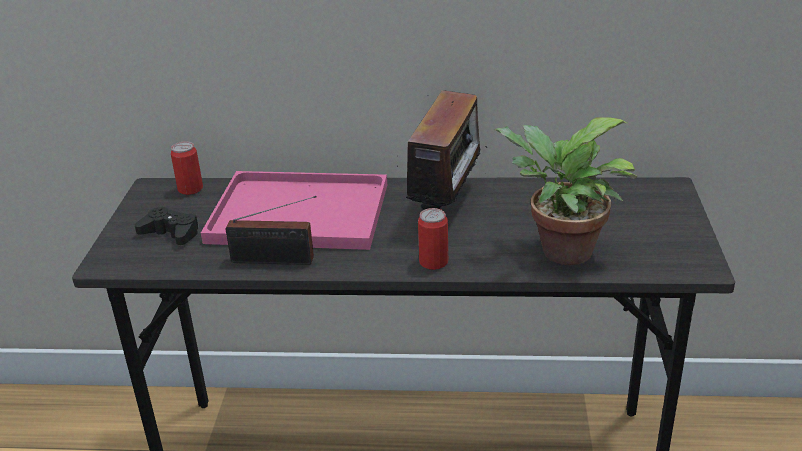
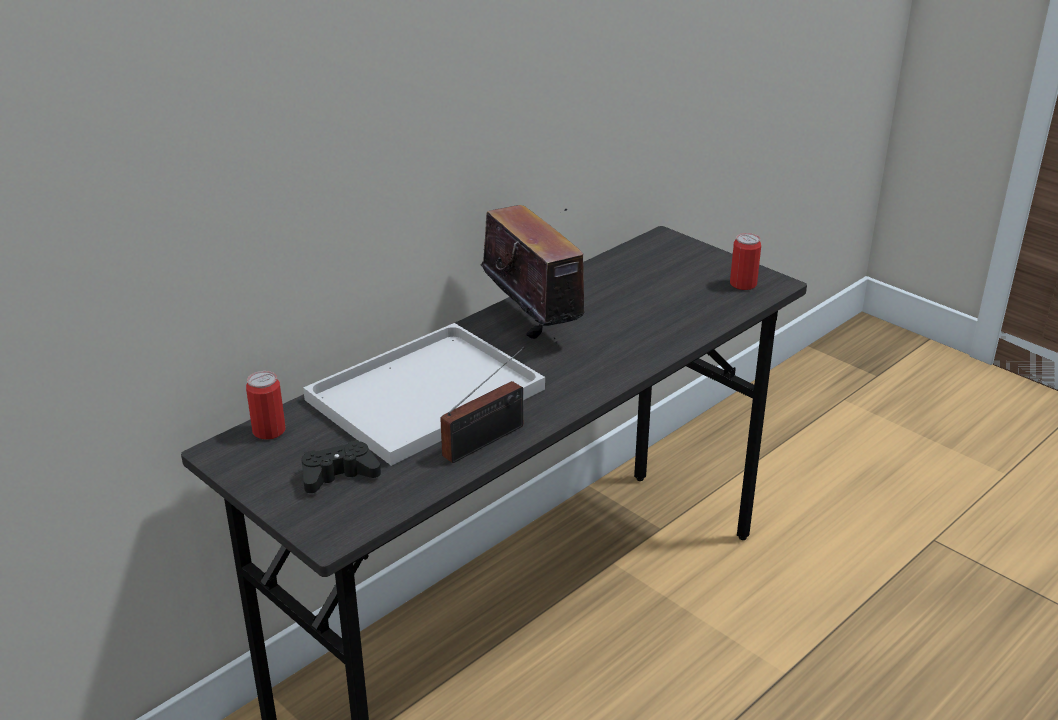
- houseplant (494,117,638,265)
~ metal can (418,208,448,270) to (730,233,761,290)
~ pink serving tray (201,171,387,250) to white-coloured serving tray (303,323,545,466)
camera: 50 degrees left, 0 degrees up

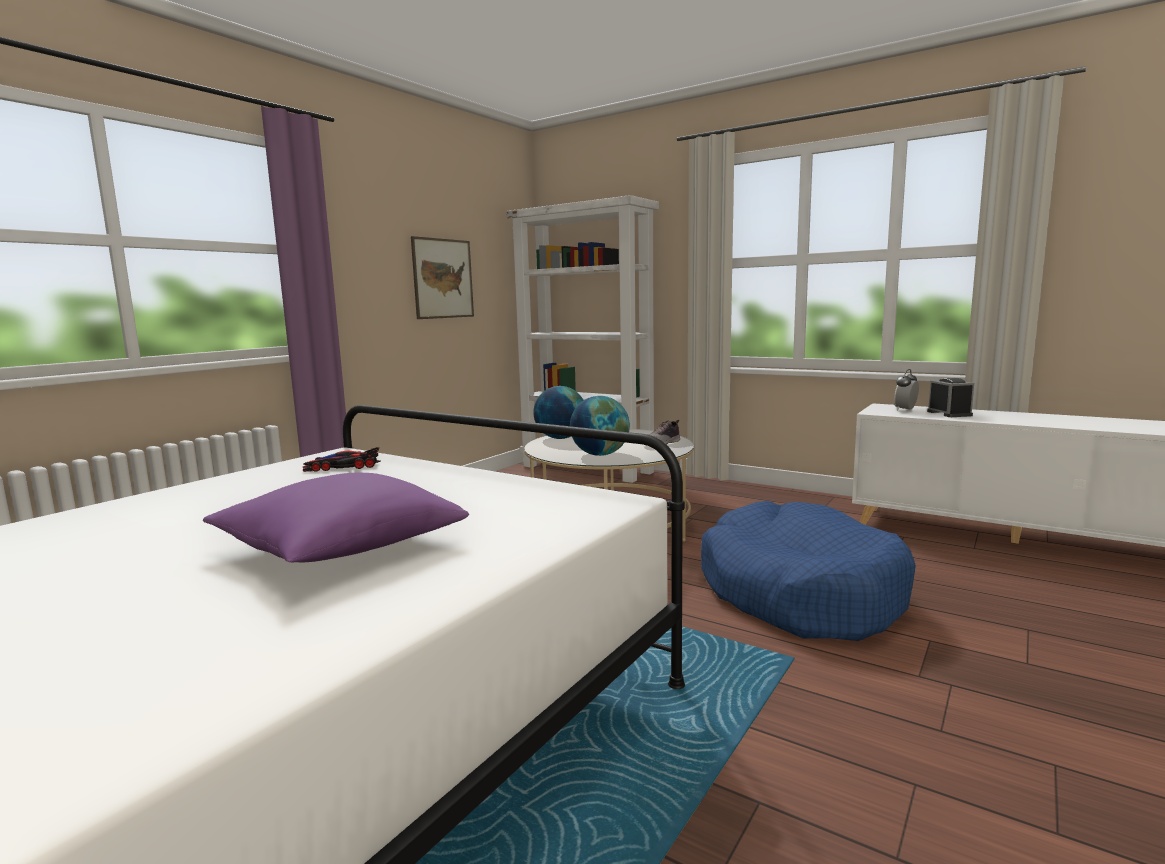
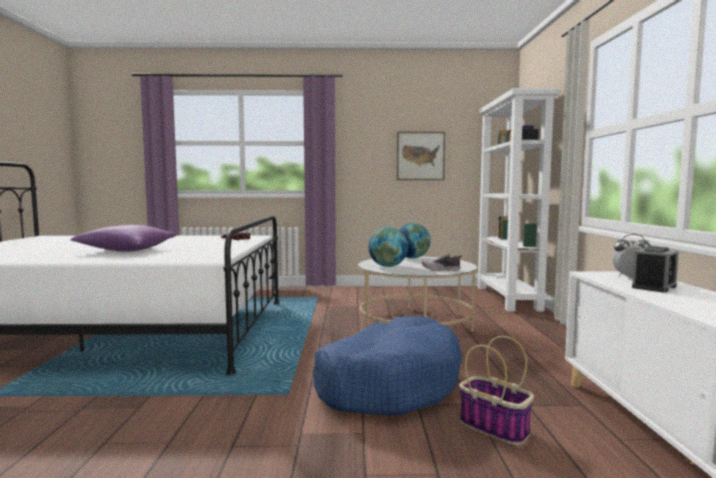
+ household basket (459,336,534,445)
camera: 55 degrees right, 5 degrees down

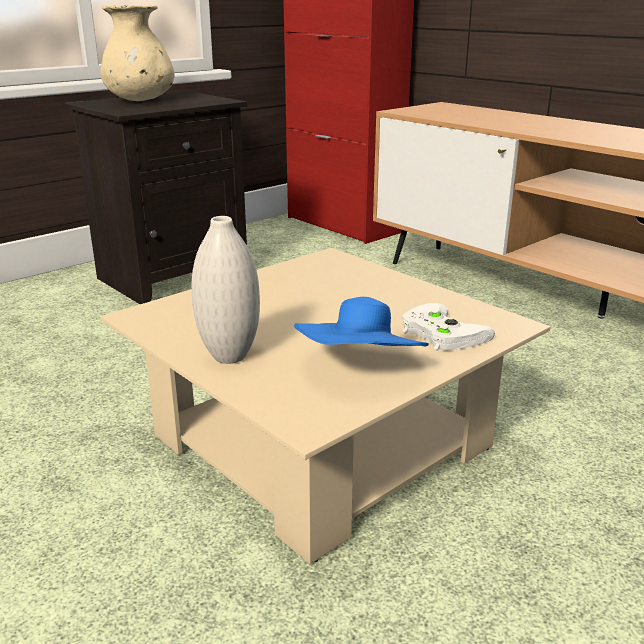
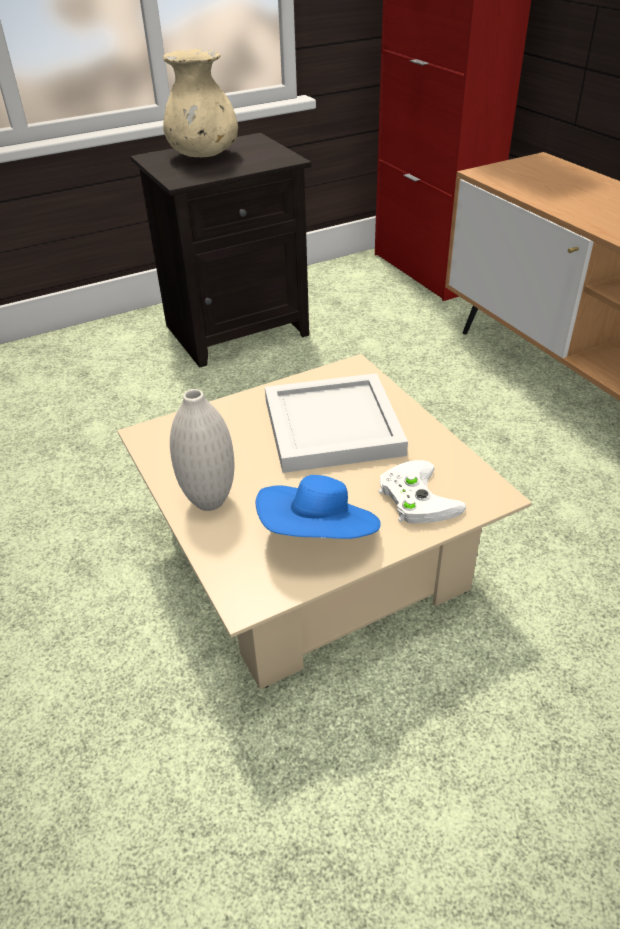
+ white-coloured serving tray (265,373,408,473)
camera: 15 degrees right, 15 degrees up

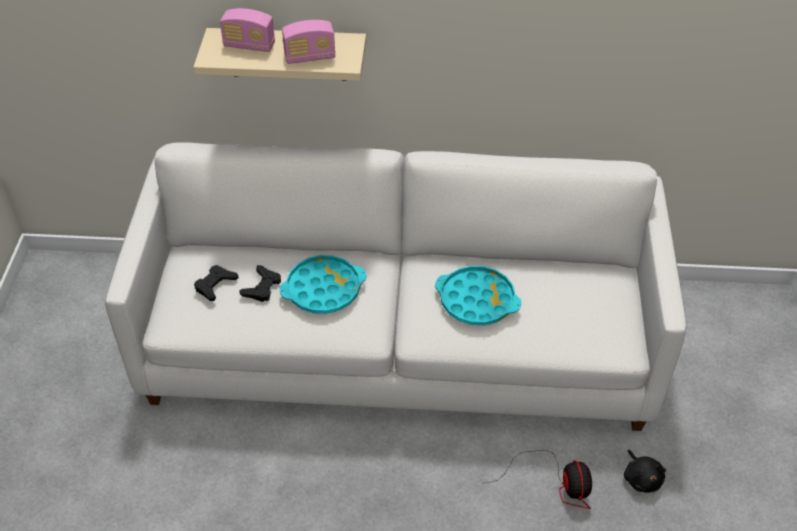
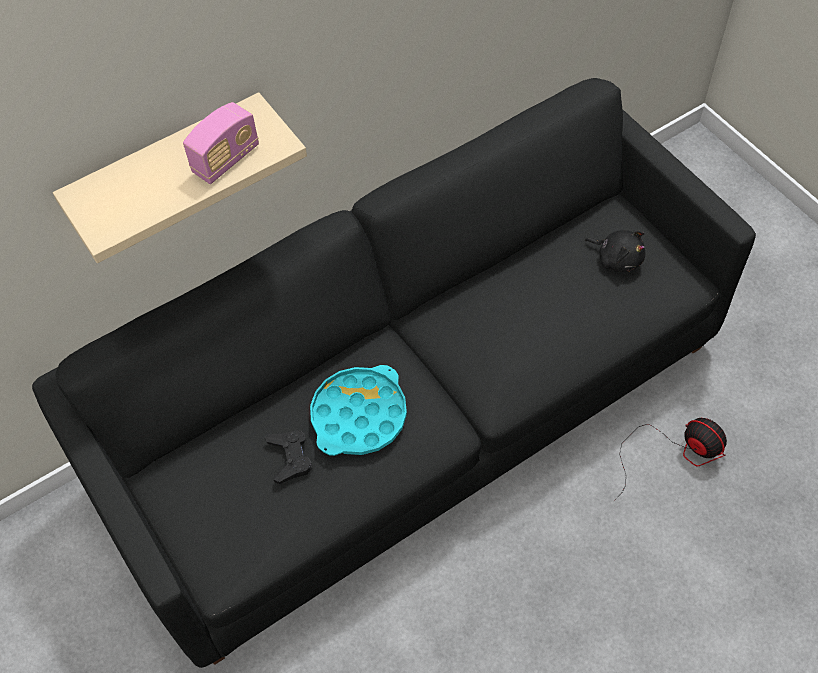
- blackish joypad (194,265,238,301)
- radio (220,8,275,52)
- turquoise serving tray (435,266,521,325)
~ blackish plush toy (624,450,666,493) to (585,230,645,272)
~ white-coloured couch (105,142,687,431) to blackish couch (32,78,756,668)
camera: 35 degrees left, 10 degrees up

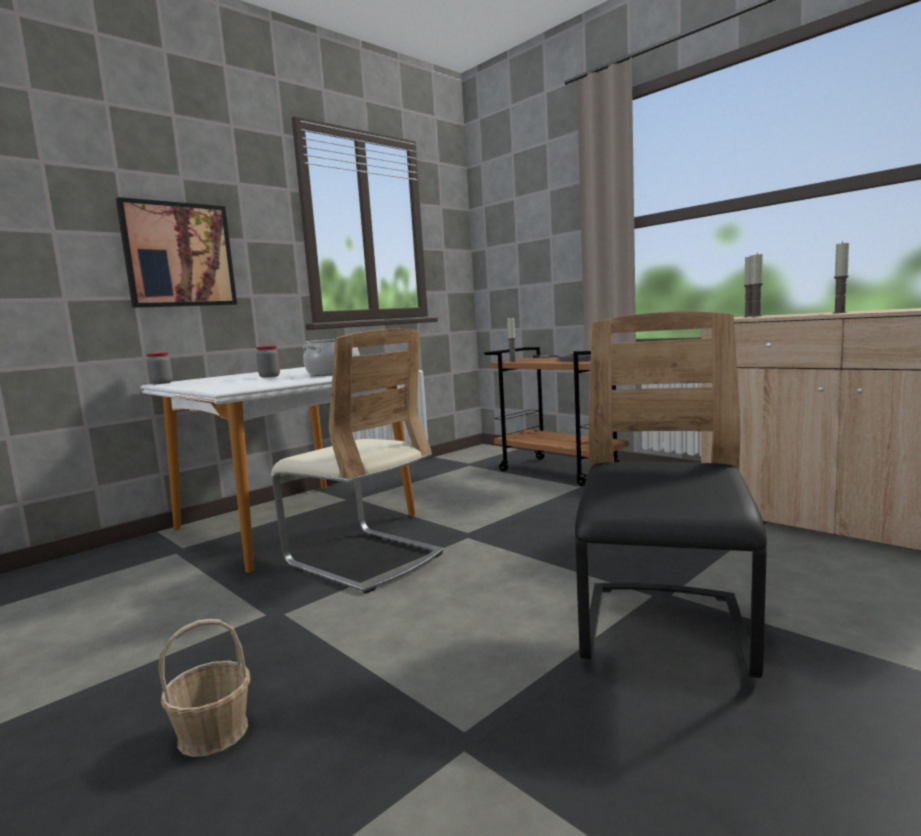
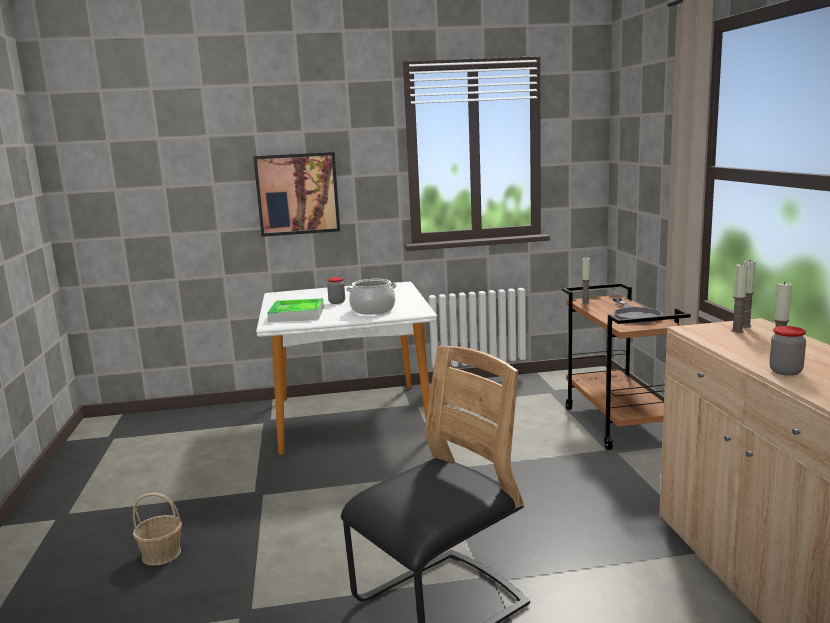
- beige-coloured chair (271,329,444,594)
+ serving tray (267,298,324,322)
~ jar (147,352,173,384) to (769,326,806,376)
camera: 35 degrees right, 5 degrees up

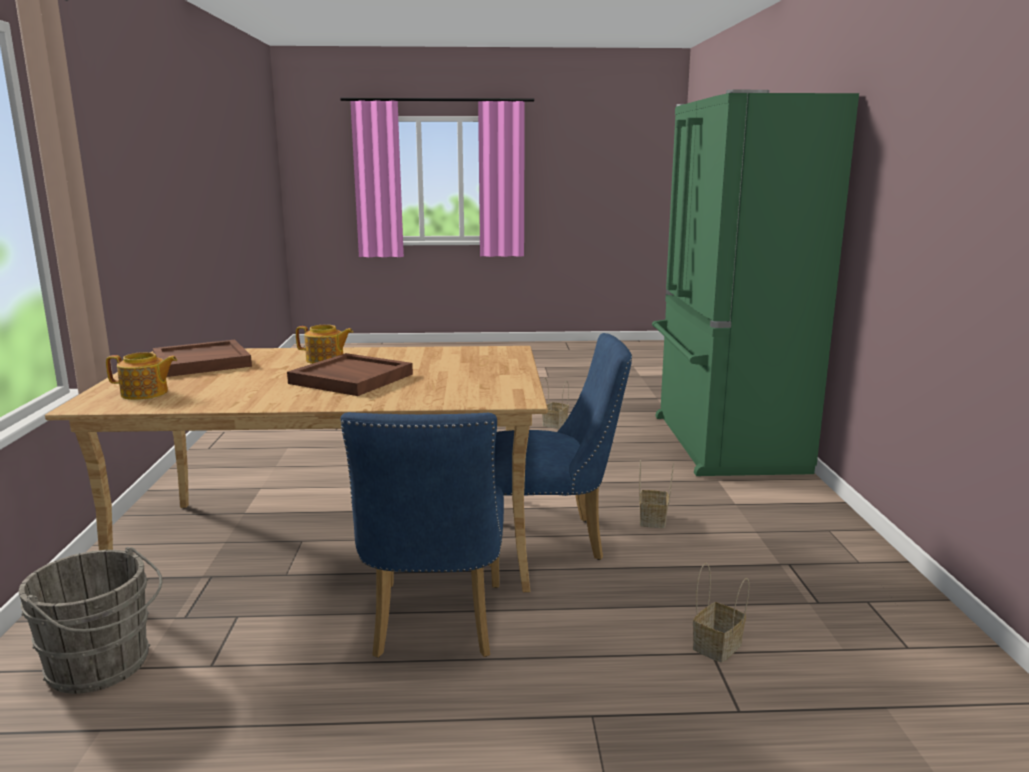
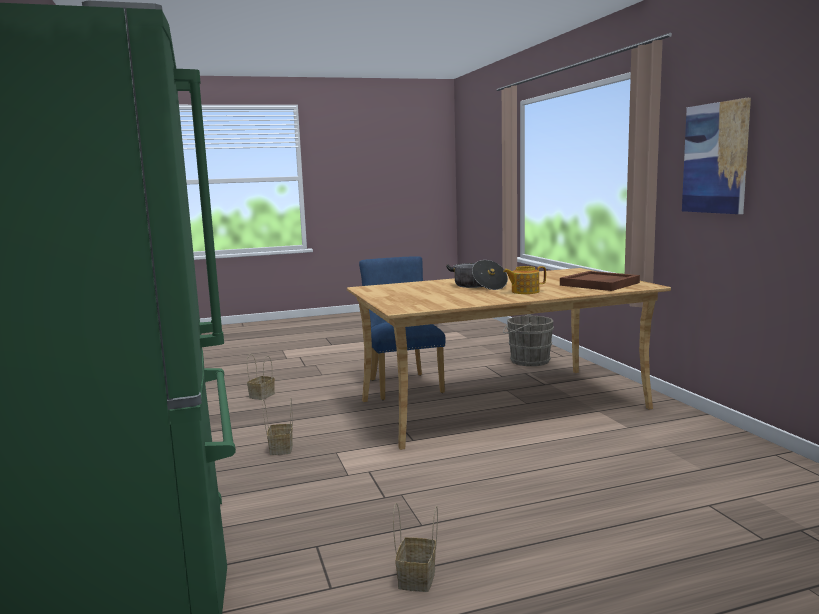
- pot for tea (106,352,177,400)
- blue chair (489,333,632,567)
+ wall art (682,98,751,214)
~ brown serving tray (287,353,413,396) to cooking pot (446,260,508,290)
camera: 165 degrees right, 5 degrees down

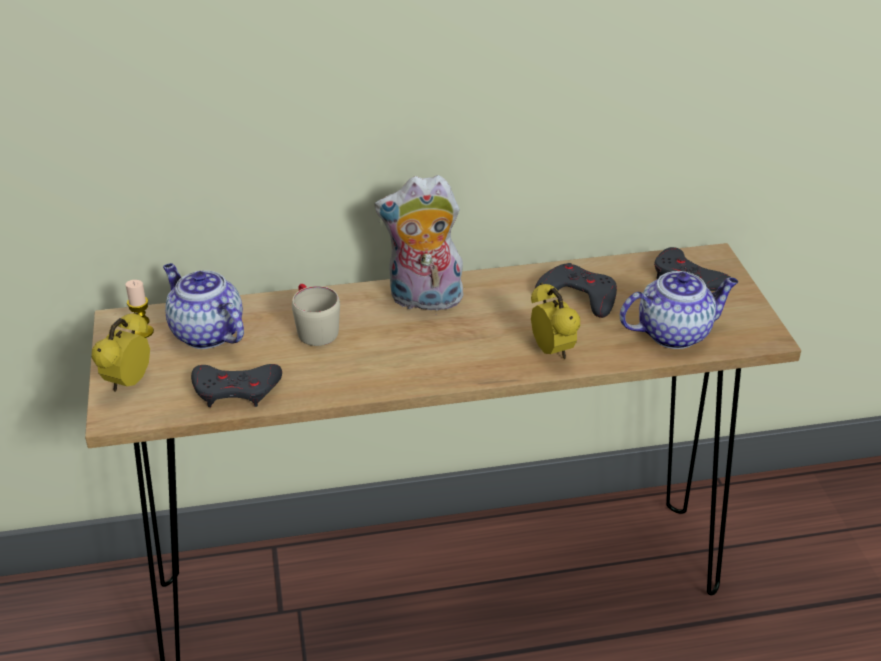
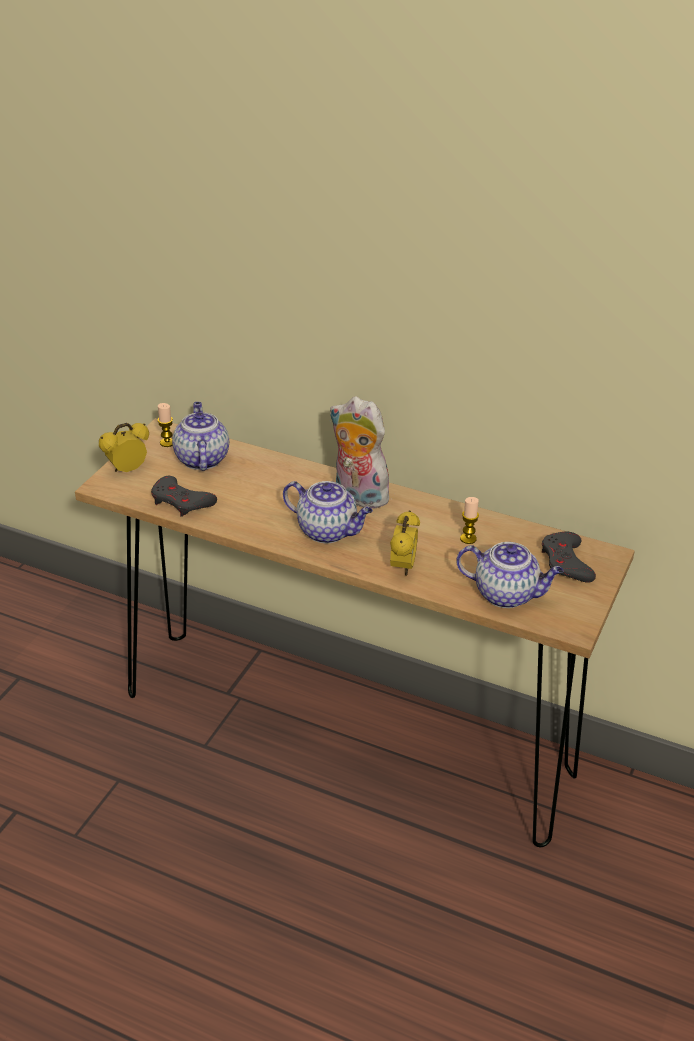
- beige-coloured tea mug (292,284,340,346)
+ pot for tea (283,481,373,543)
~ greyish joypad (535,263,617,318) to candle (460,497,479,544)
camera: 35 degrees right, 0 degrees up

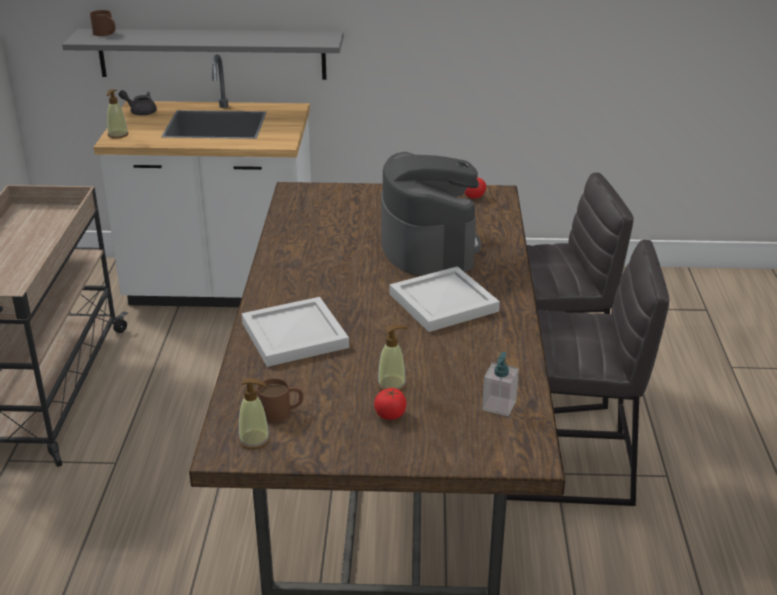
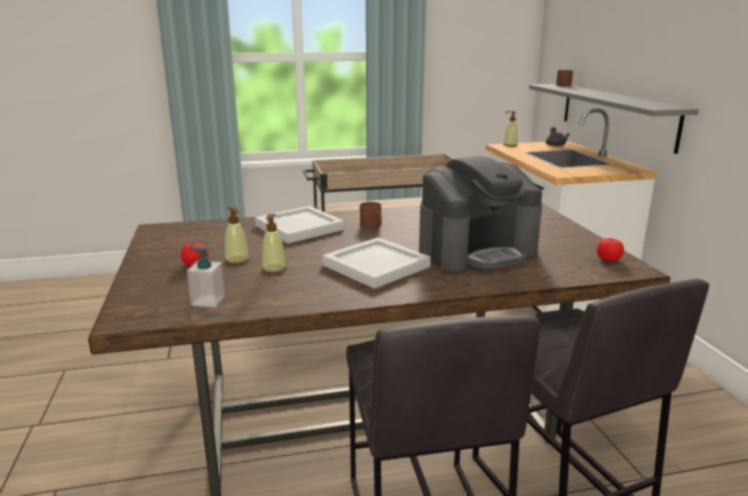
~ soap bottle (238,378,270,449) to (262,214,287,274)
~ brown tea mug (257,378,303,423) to (360,202,382,229)
camera: 75 degrees right, 10 degrees down

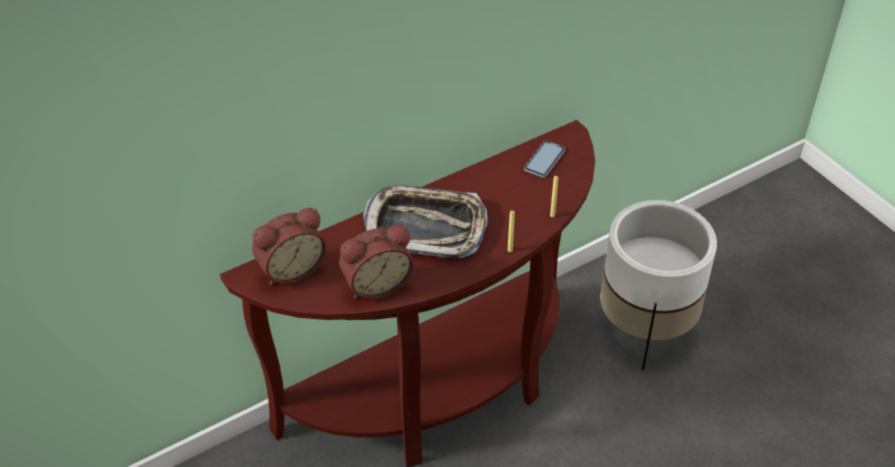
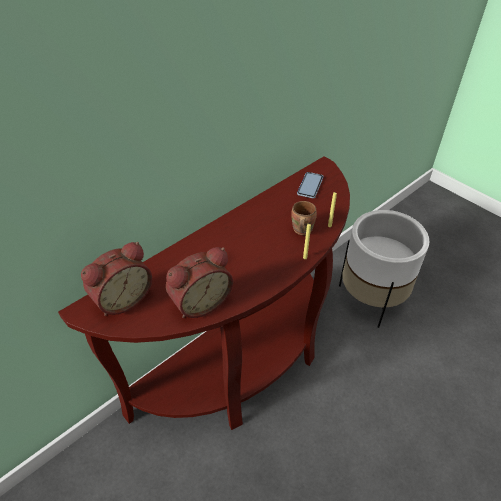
- serving tray (363,185,488,258)
+ brown tea mug (291,201,317,235)
camera: 10 degrees left, 0 degrees up

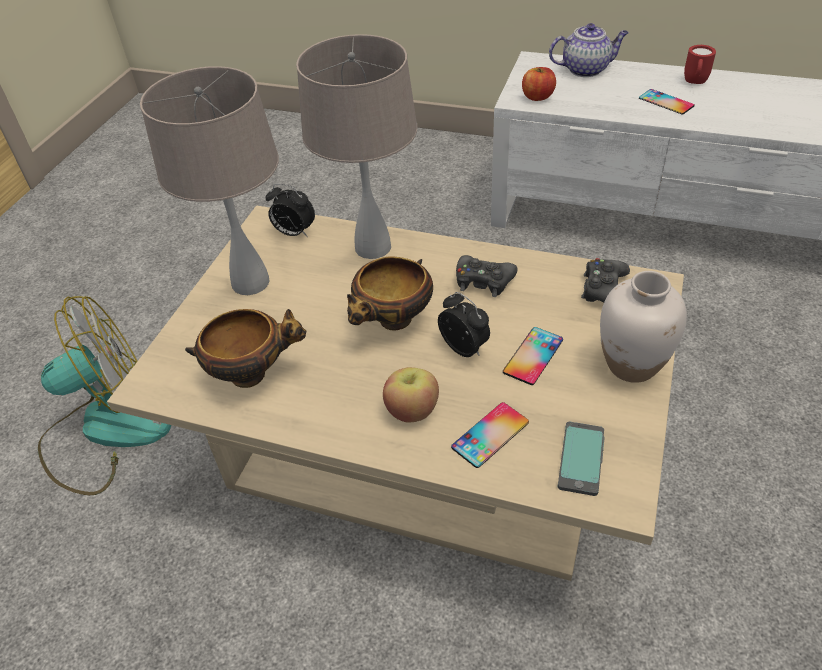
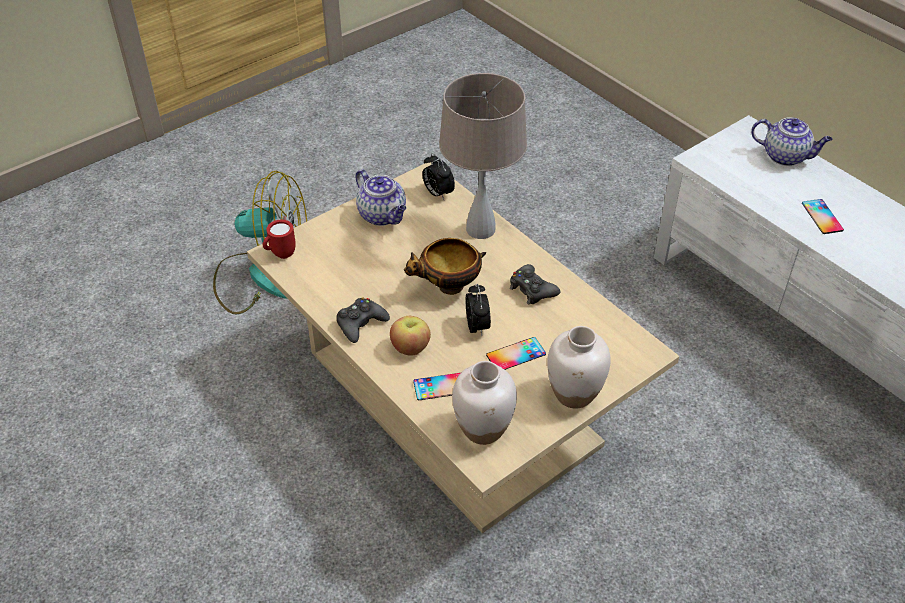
- serving bowl (185,309,307,388)
- apple fruit (522,67,556,101)
~ blackish joypad (581,258,630,302) to (337,297,390,343)
~ red tea mug (684,45,716,84) to (263,220,296,259)
~ beige-coloured table lamp (140,66,279,295) to pot for tea (356,169,406,226)
~ telephone (558,422,605,496) to white-coloured vase (452,361,517,445)
camera: 30 degrees right, 0 degrees up

